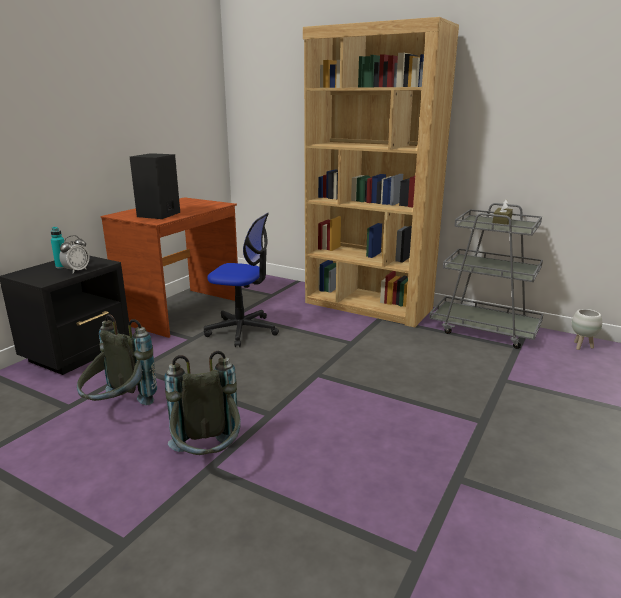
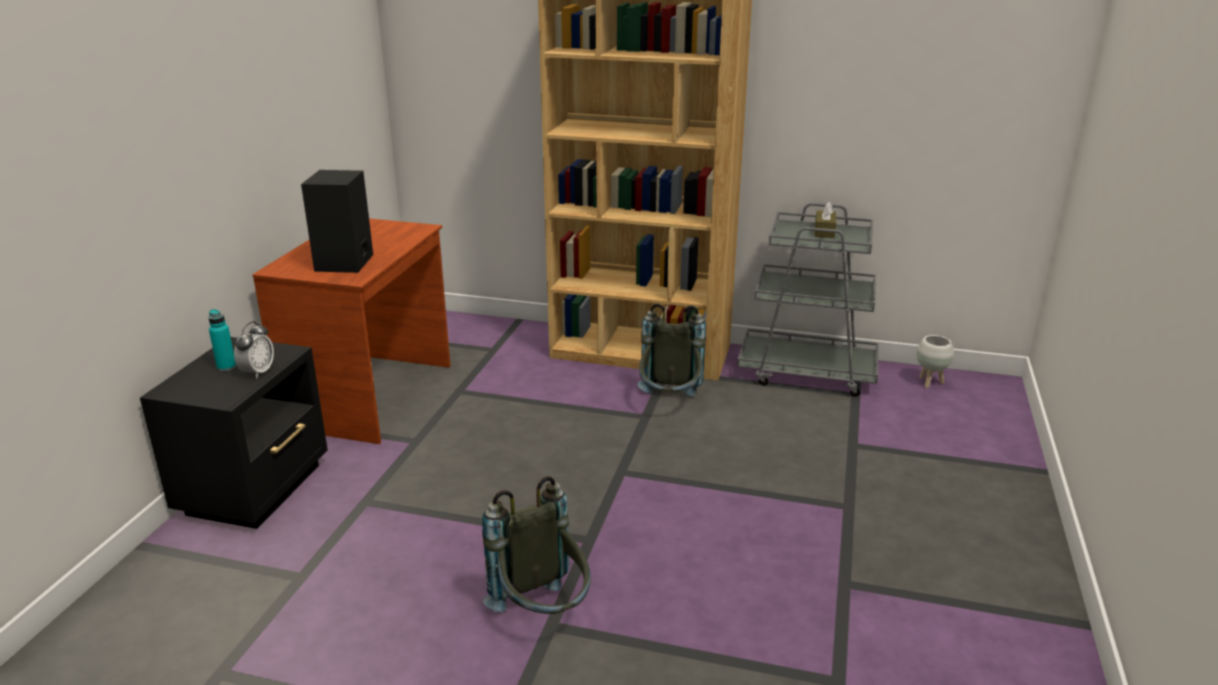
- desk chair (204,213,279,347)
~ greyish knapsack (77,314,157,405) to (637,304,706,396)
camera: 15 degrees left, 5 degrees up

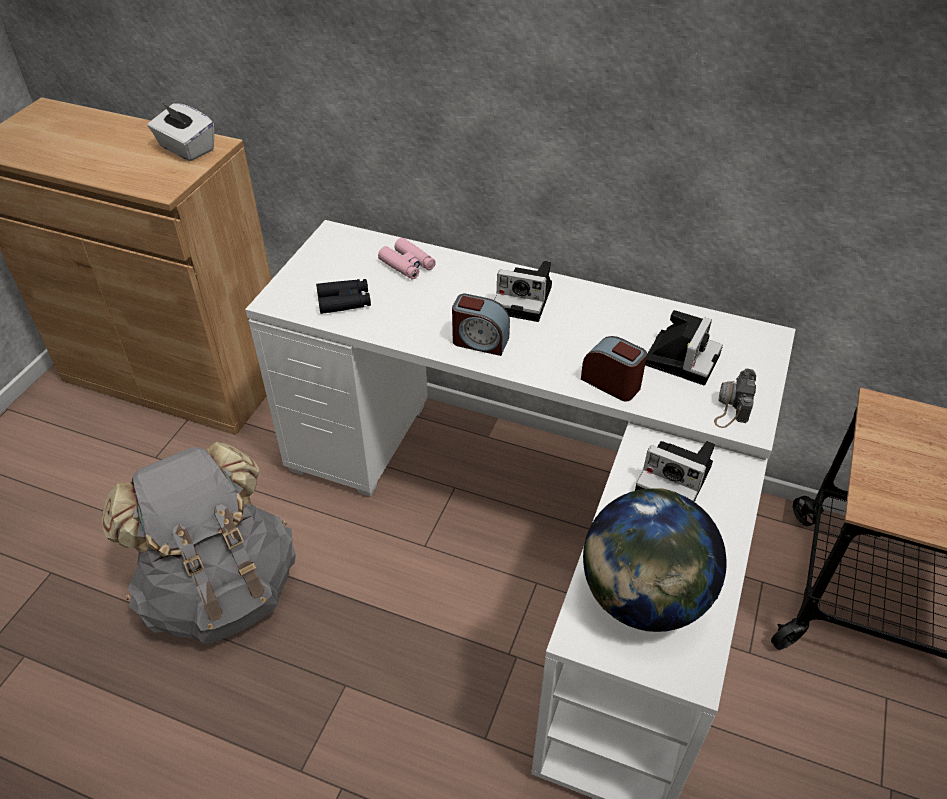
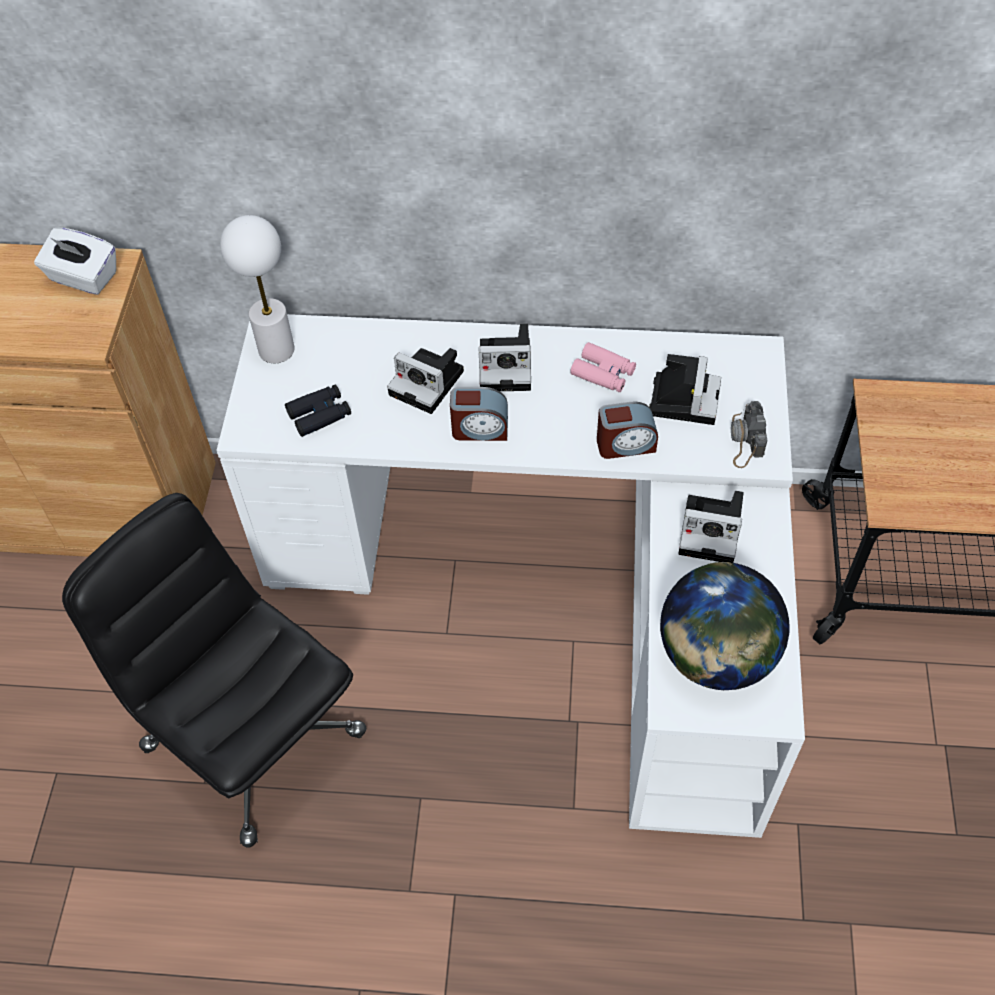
+ white-coloured table lamp (220,215,295,363)
+ photo camera (387,348,464,414)
~ pink field glasses (378,238,436,279) to (570,342,636,392)
~ greyish knapsack (102,442,296,644) to blackish desk chair (62,493,366,848)
~ bedside clock (581,336,647,401) = (597,402,658,459) 150 degrees clockwise
camera: 15 degrees left, 10 degrees up

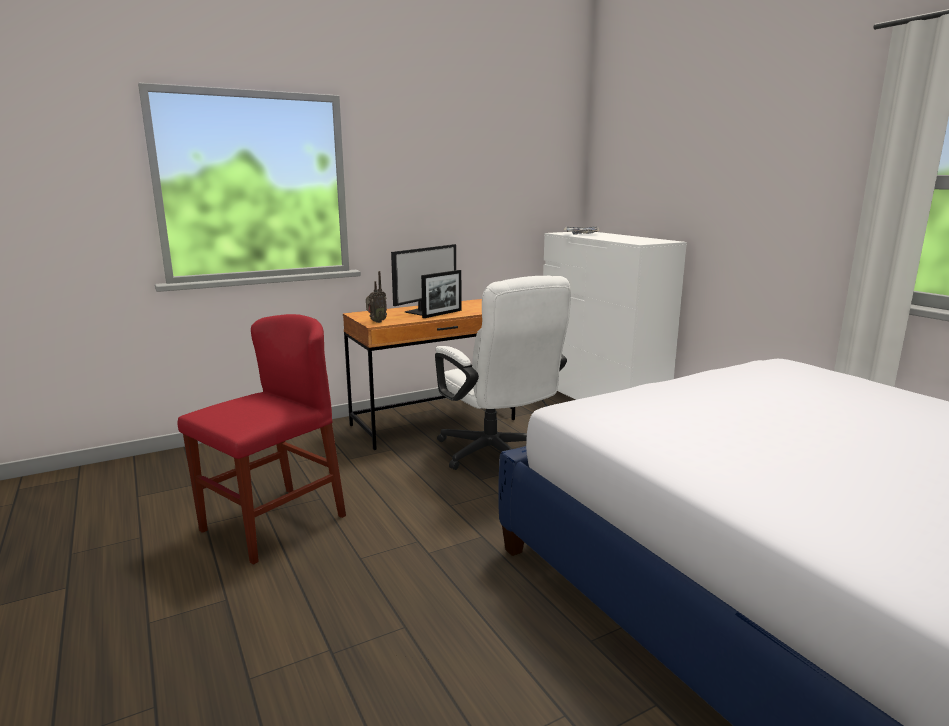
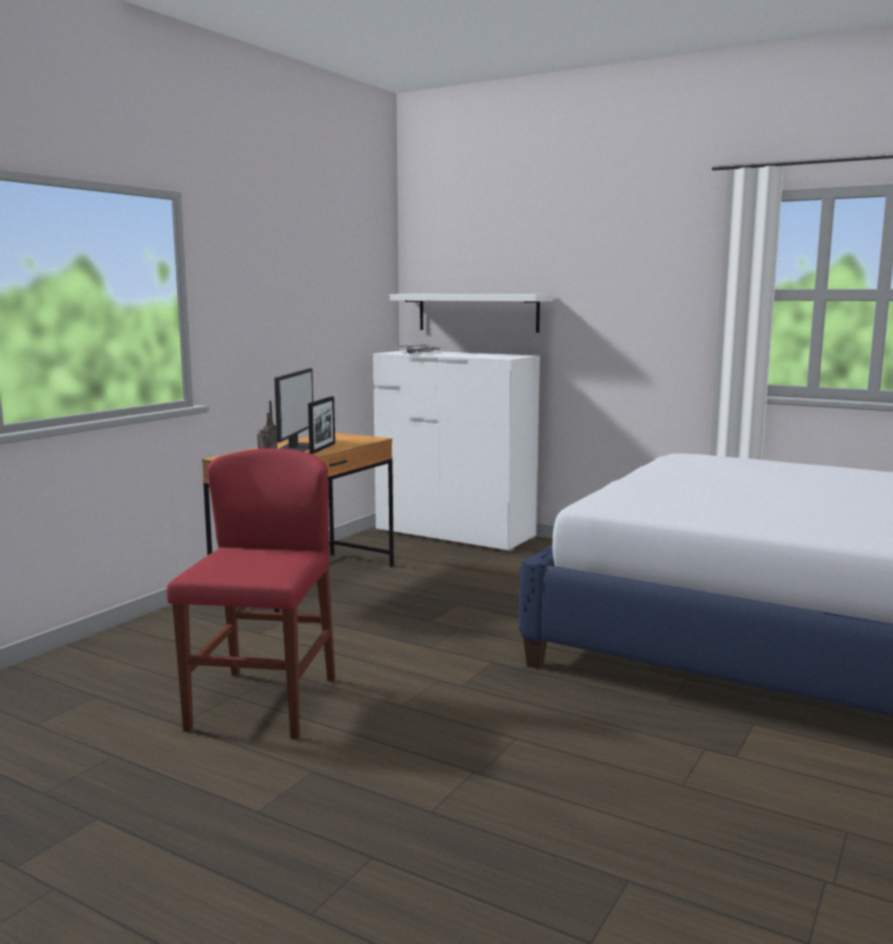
- white-coloured desk chair (435,276,571,470)
+ white-coloured bracket shelf (390,294,553,333)
camera: 30 degrees left, 5 degrees down

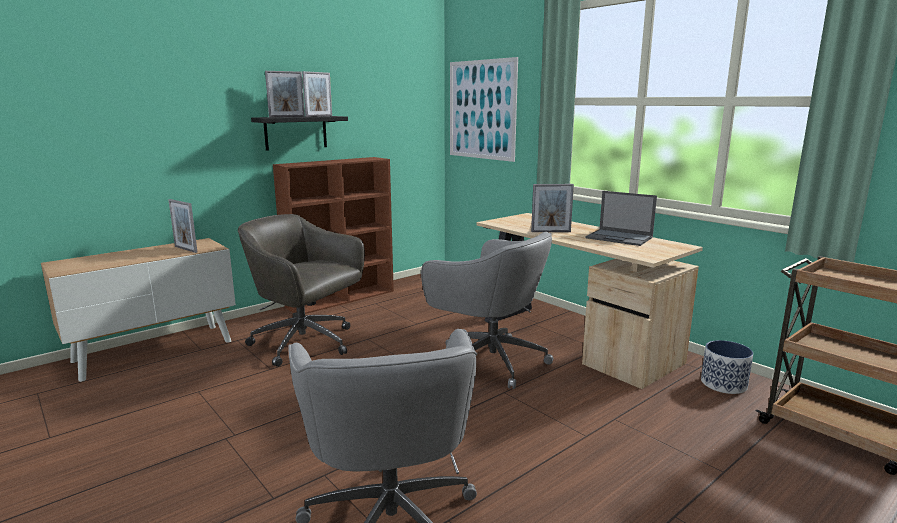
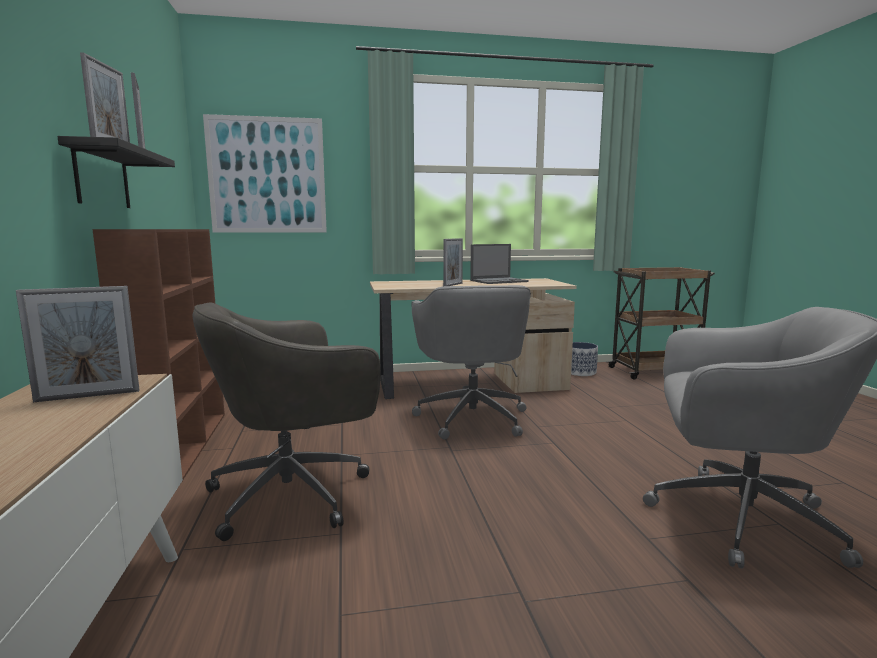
~ greyish desk chair (421,232,553,389) = (411,285,531,440) 105 degrees clockwise
camera: 60 degrees left, 5 degrees down

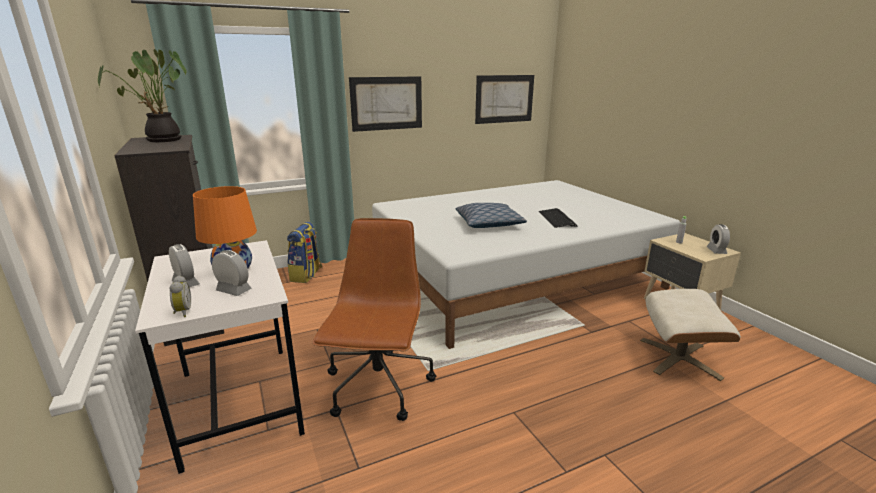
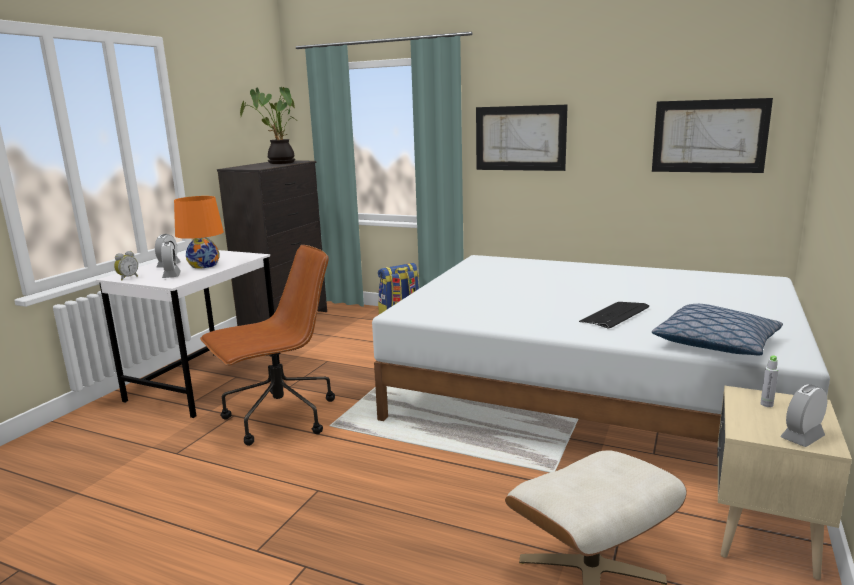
~ throw pillow (456,203,527,228) to (652,304,783,355)
camera: 50 degrees right, 5 degrees down

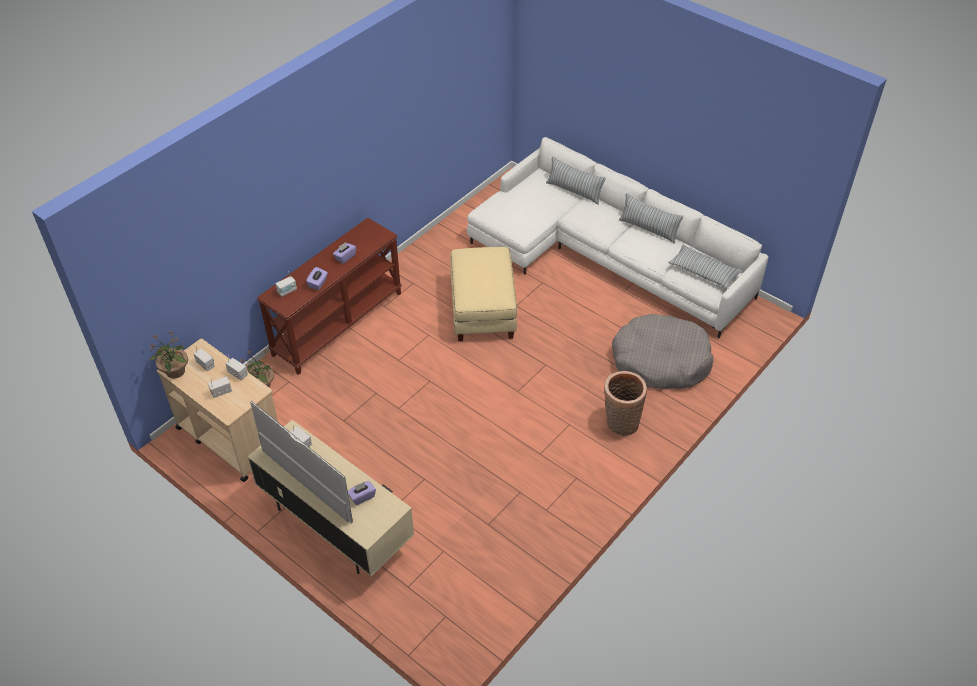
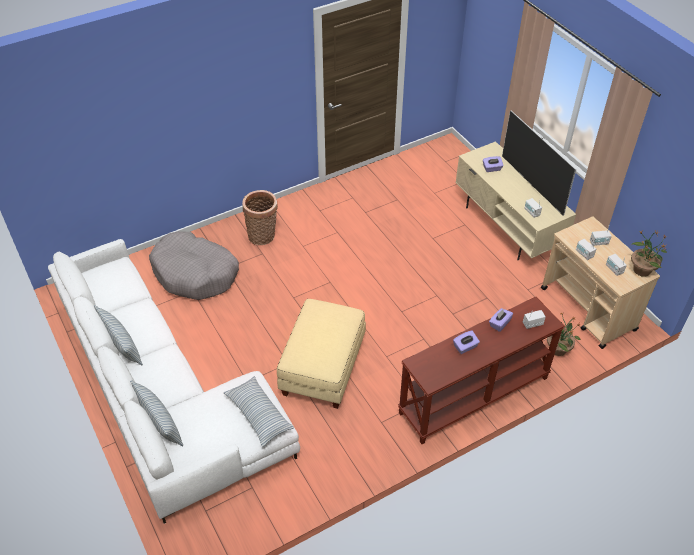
~ throw pillow (668,245,742,289) to (223,376,294,446)
camera: 160 degrees left, 0 degrees up

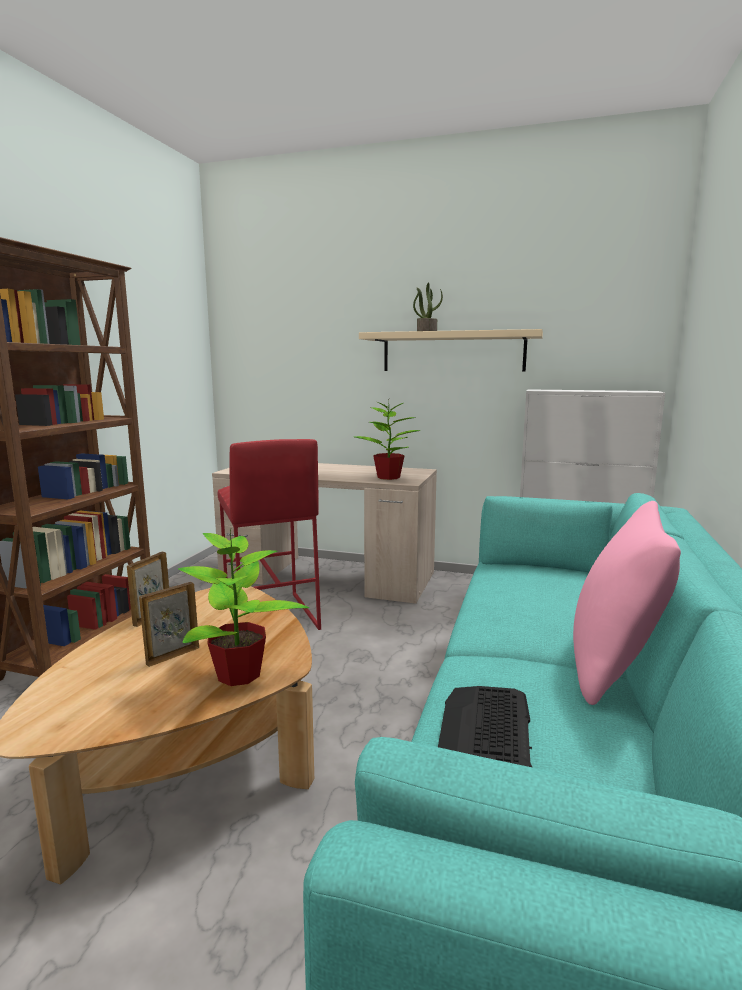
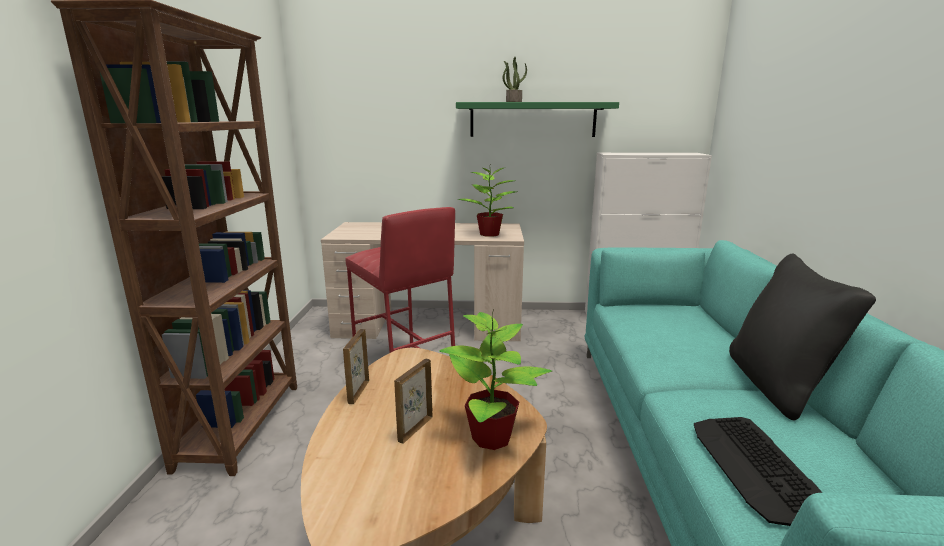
~ beige-coloured bracket shelf (359,329,543,371) to green-coloured bracket shelf (456,102,619,137)
~ pink throw pillow (573,501,681,705) to blackish throw pillow (729,253,876,420)
camera: 15 degrees left, 5 degrees up

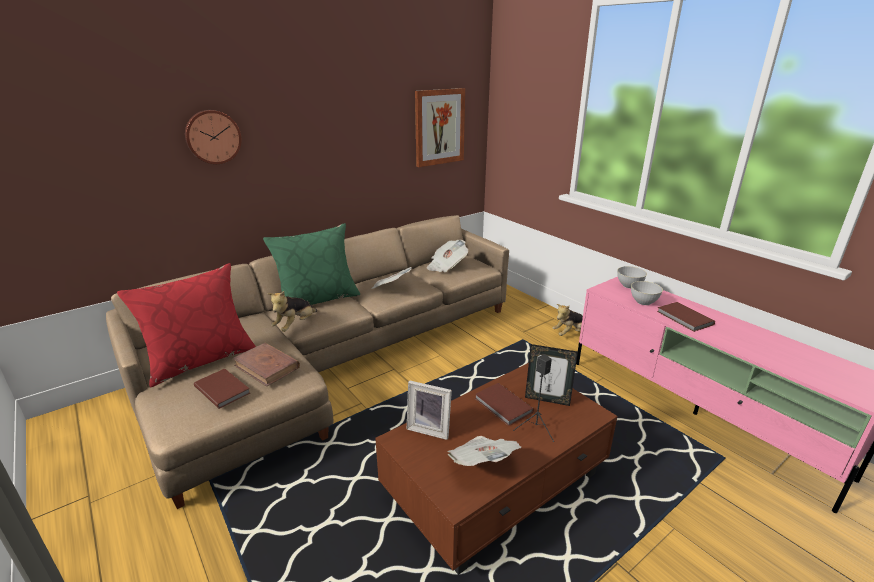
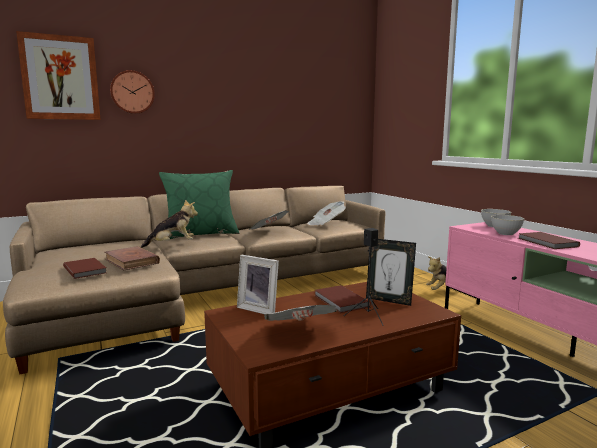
- red throw pillow (117,263,256,387)
~ wall art (415,88,465,167) to (16,31,101,120)
~ plush toy (268,291,317,332) = (141,200,198,248) 150 degrees counterclockwise
camera: 10 degrees right, 15 degrees down

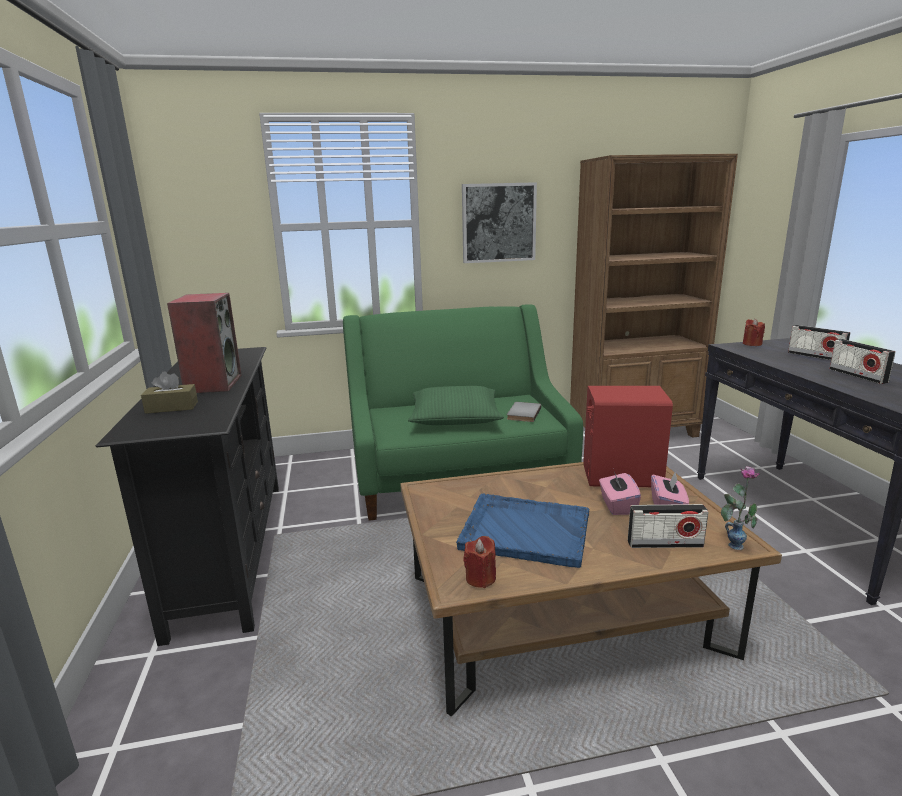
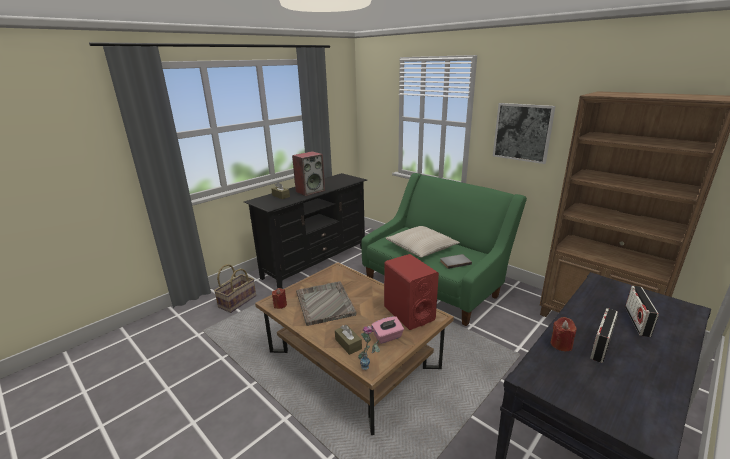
- pink tissue box (599,472,641,515)
+ household basket (214,264,256,313)
~ red candle (743,319,765,346) to (551,317,577,351)
~ radio (628,504,709,548) to brown tissue box (335,325,362,355)
~ green-coloured throw pillow (408,386,504,425) to beige-coloured throw pillow (385,226,460,258)
~ blue serving tray (456,493,589,568) to greyish serving tray (296,281,356,326)
camera: 55 degrees right, 5 degrees up

